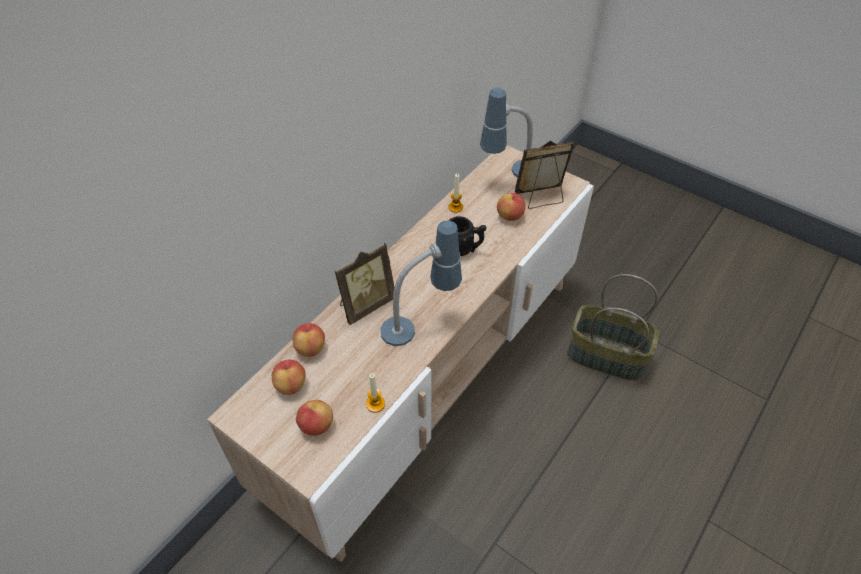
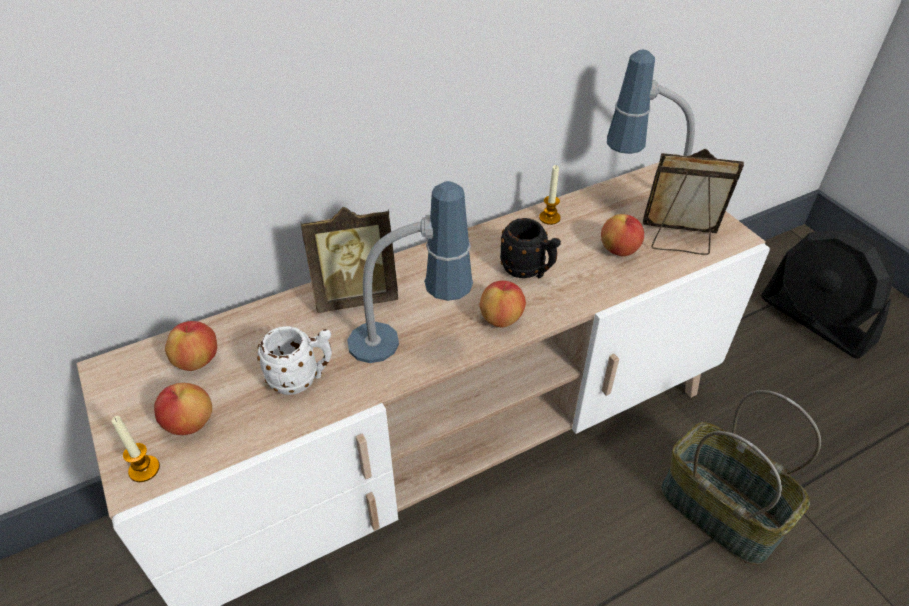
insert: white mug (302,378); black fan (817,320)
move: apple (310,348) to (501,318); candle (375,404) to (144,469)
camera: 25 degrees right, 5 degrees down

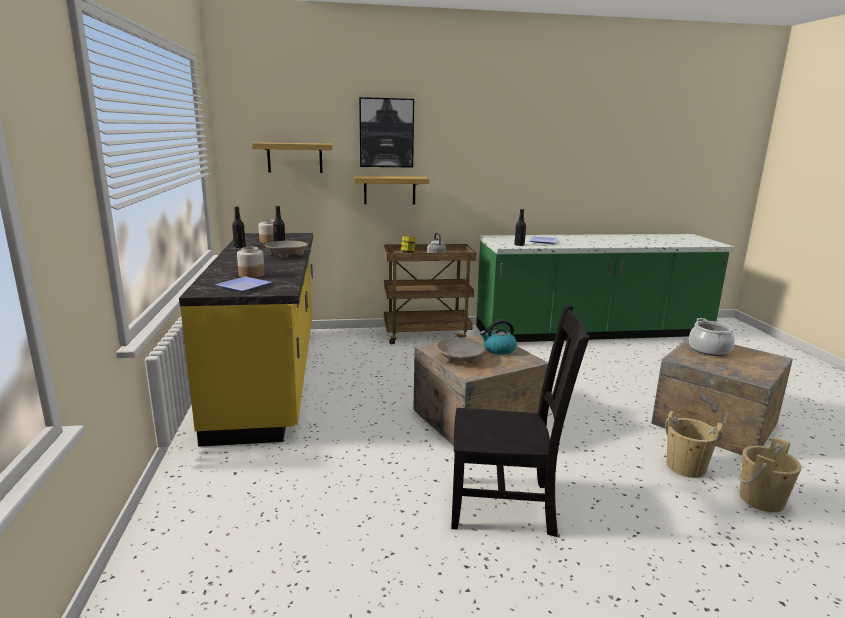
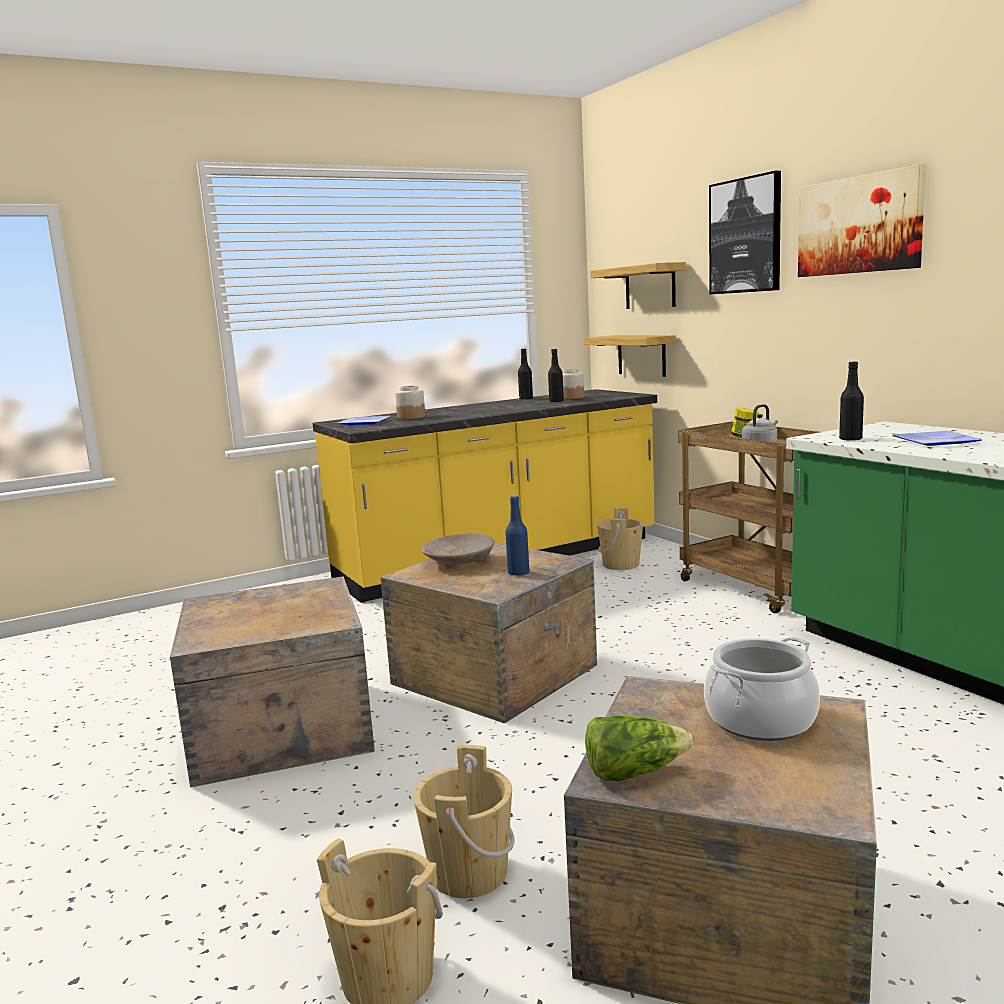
delete: beige bowl (286,255)
insert: lettuce (634,772); beige bucket (621,564); picture (859,225)
move: shelf (389,190) to (641,355)
replace: black chair (506,506) to crate (279,730); kettle (498,349) to blue bottle (518,573)
camera: 70 degrees right, 5 degrees down

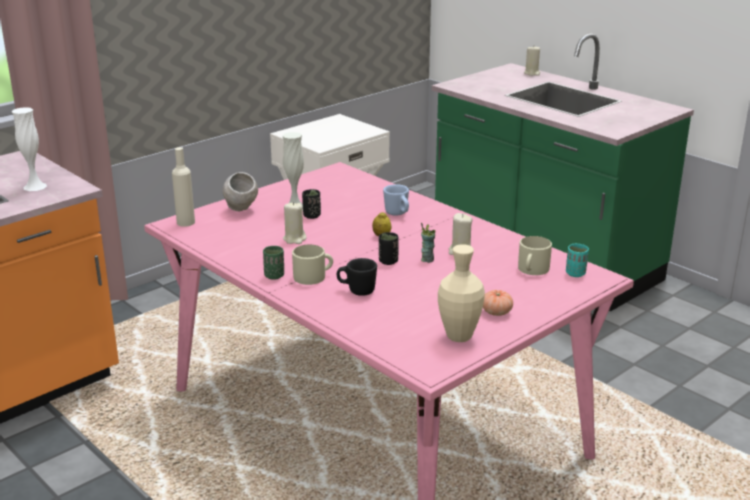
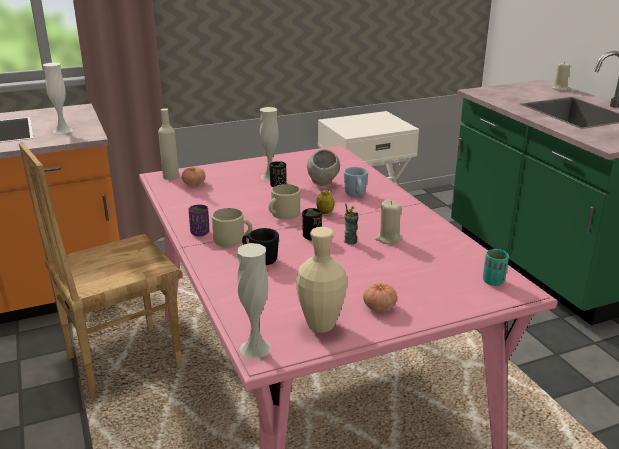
delete: beige candle (295,239)
insert: brown chair (122,361); tomato (194,184); white vase (255,348)
move: grey bowl (241,210) to (323,185); beige mug (532,270) to (283,214)
recolor: green cup (274,276) to purple cup (200,233)
camera: 20 degrees right, 0 degrees up

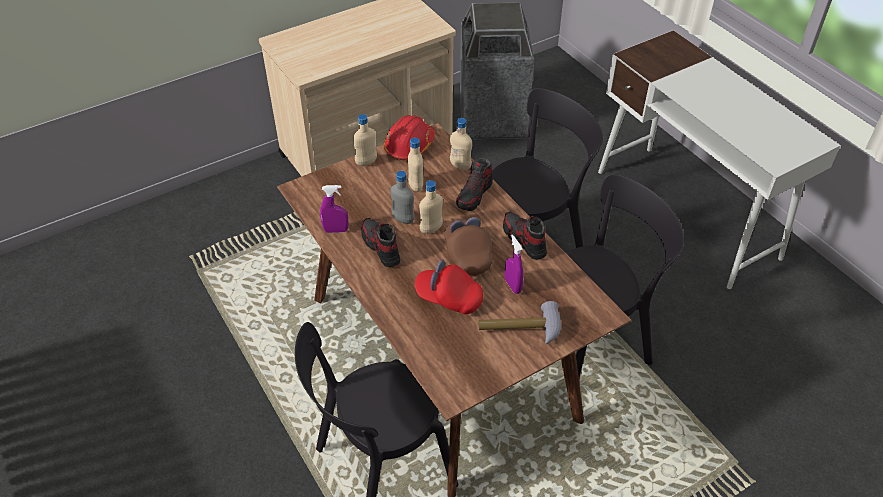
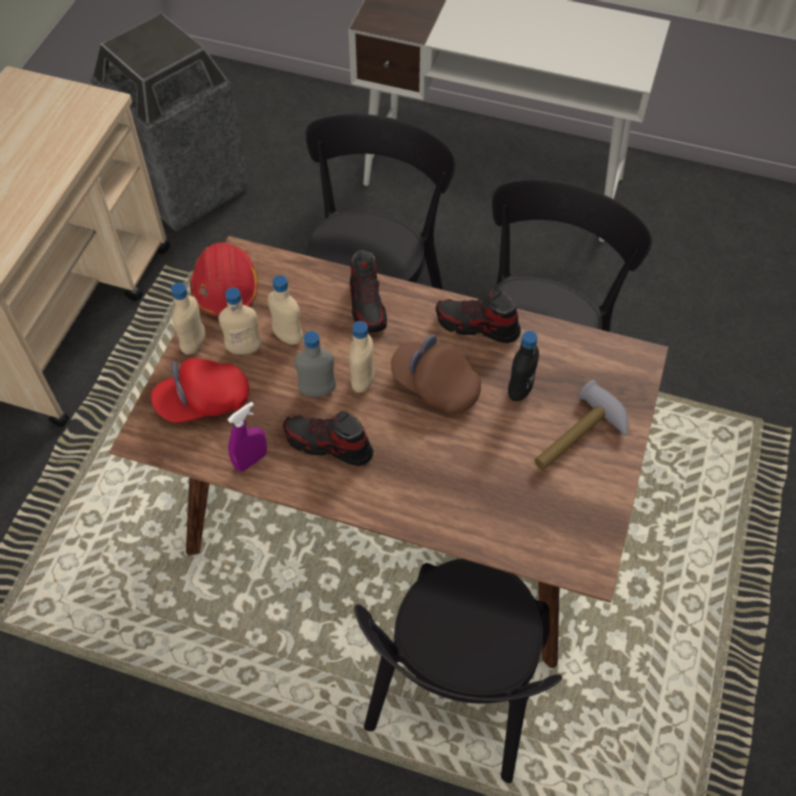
move: red cap (449,298) to (203,402); beige bottle (460,166) to (244,348)
replace: purple spray bottle (512,286) to black bottle (519,390)
camera: 40 degrees left, 10 degrees up

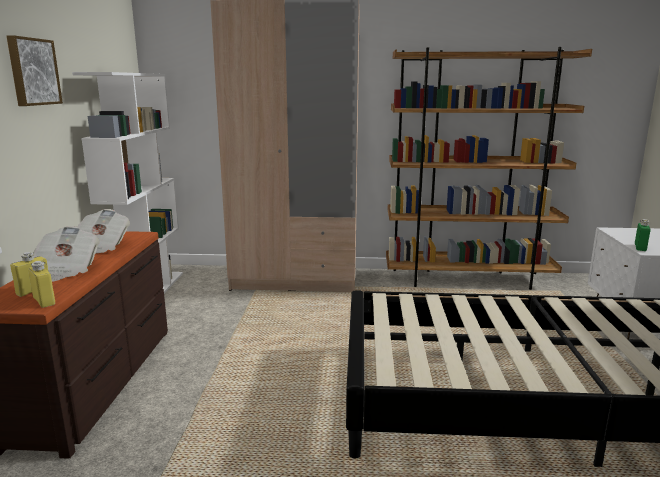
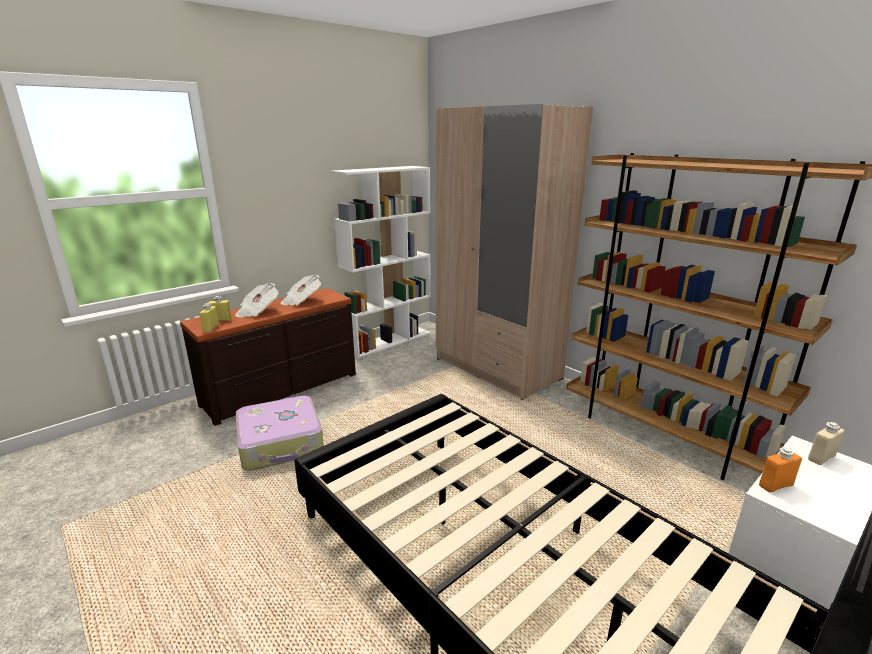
delete: picture (32,72)
insert: suitcase (281,443); beige bottle (821,458)
recolor: green bottle (640,247) to orange bottle (775,485)
camera: 45 degrees right, 5 degrees up

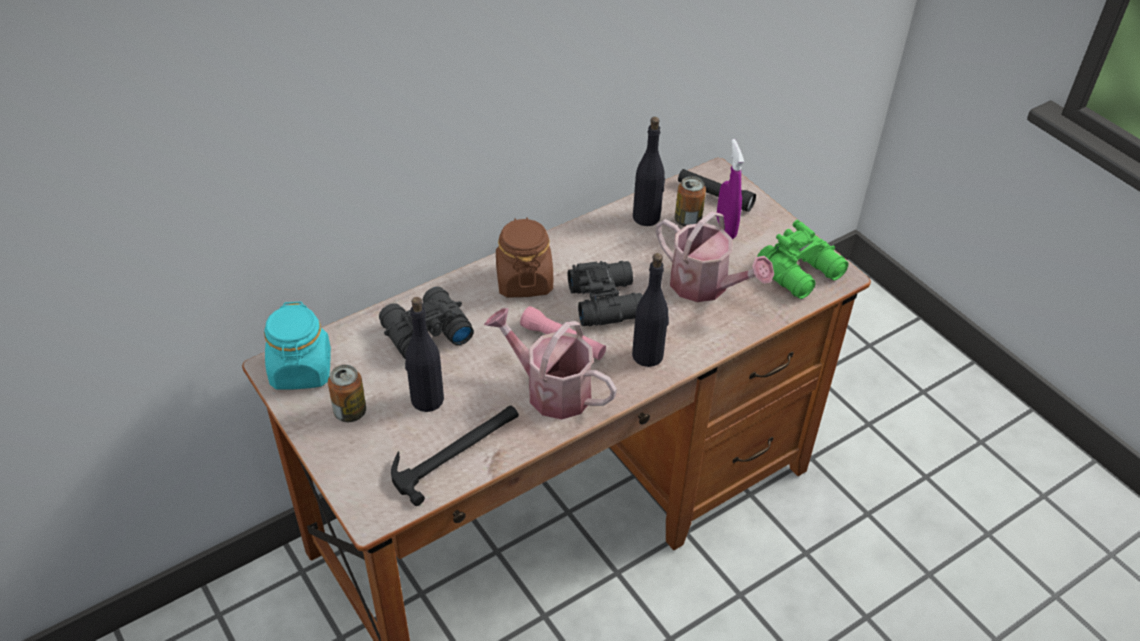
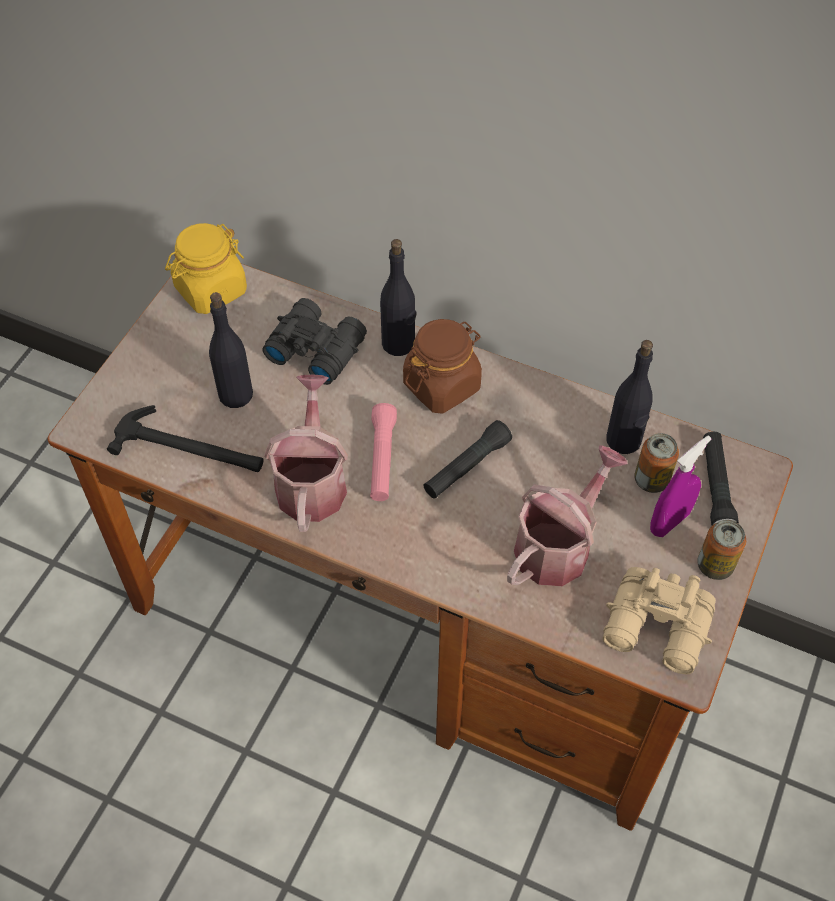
move: can (350,412) to (715,565); black bottle (648,355) to (399,344)
replace: black binoculars (606,301) to black flashlight (466,467)
recolor: turquoise jar (301,370) to yellow jar (210,290); green binoculars (802,272) to beige binoculars (658,630)
rotate: watering can (706,286) = (558,545) 150 degrees counterclockwise
camera: 60 degrees right, 10 degrees up

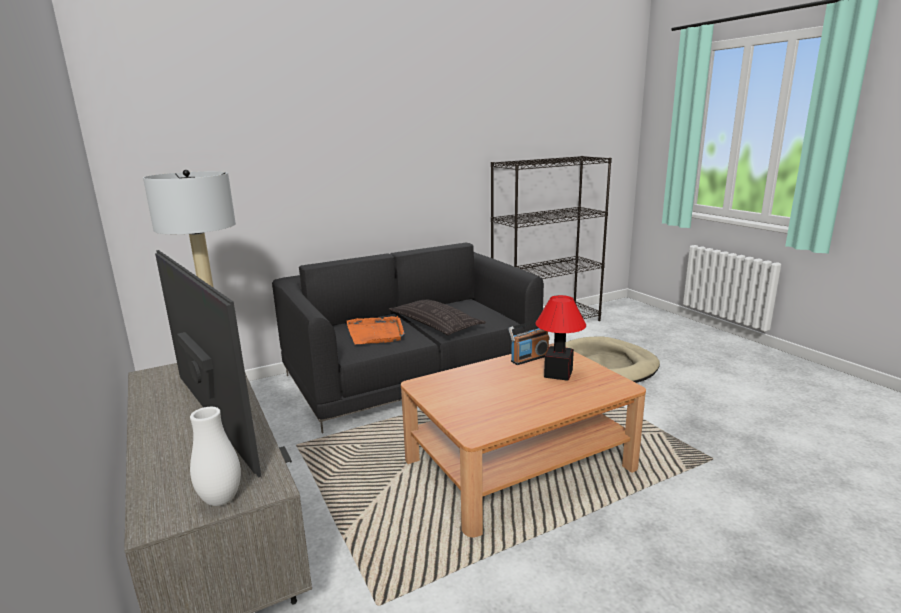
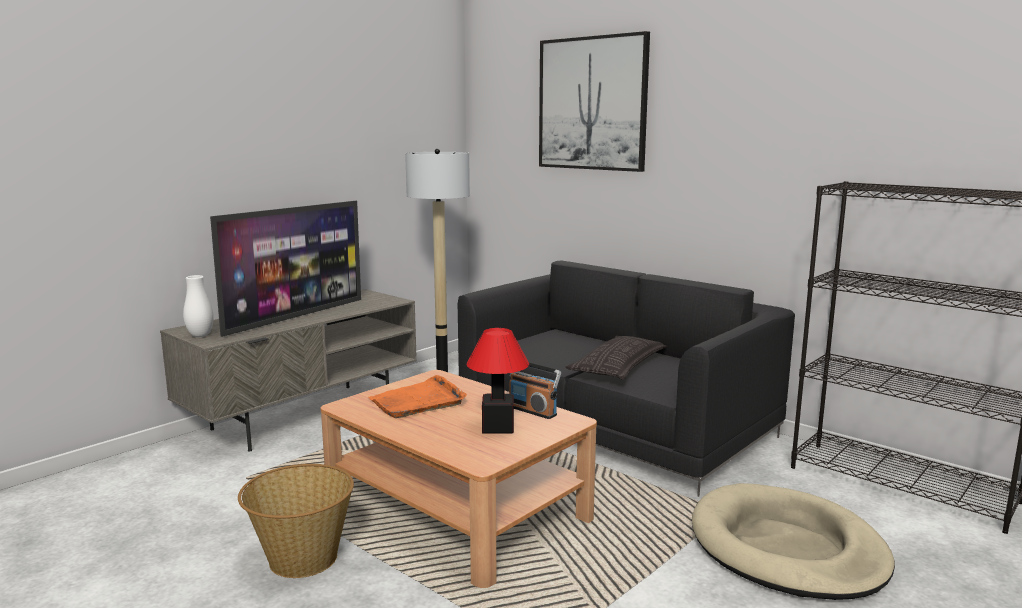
insert: basket (302,559); picture (592,104)
move: orange tray (376,333) to (418,401)
camera: 70 degrees right, 5 degrees down

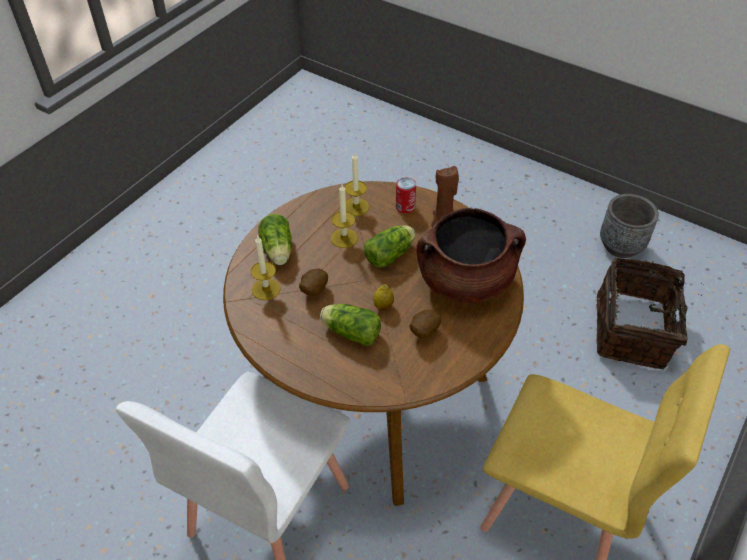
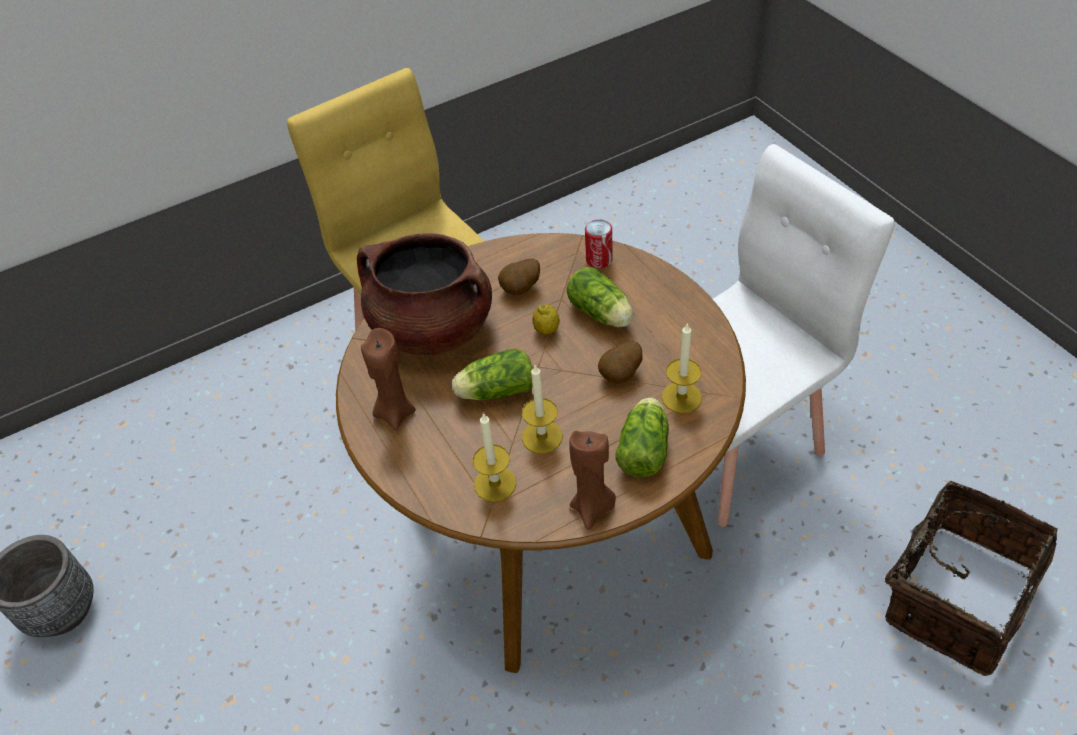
insert: brown candle (593,507)
move: can (405,207) to (599,260); basket (634,330) to (954,596)
camera: 150 degrees left, 0 degrees up

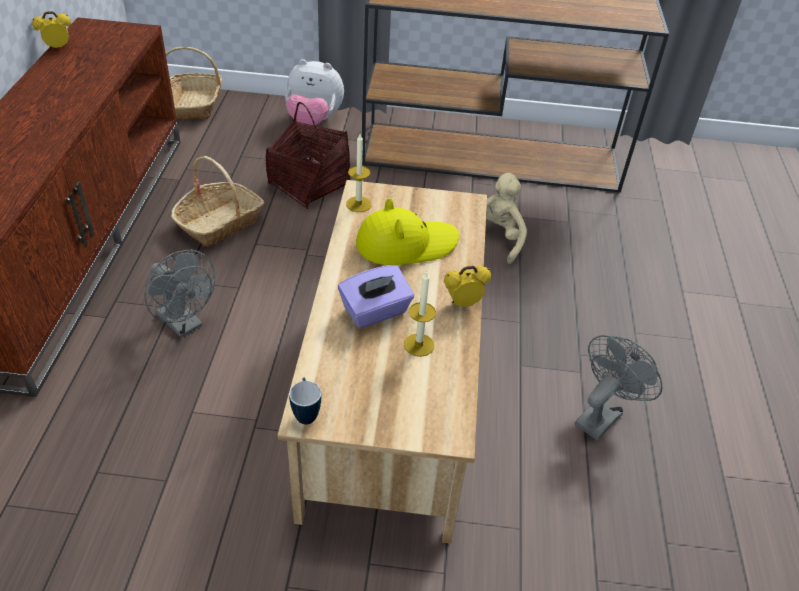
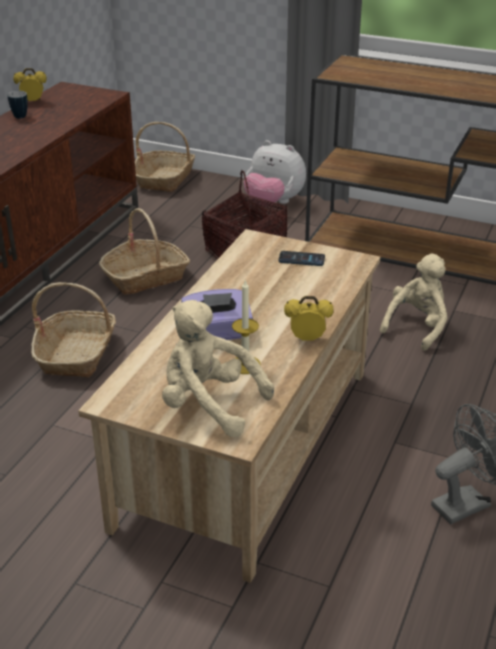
delete: candle (358,204); yellow hat (405,244)
insert: beige plush toy (209,404); phone (301,259)
move: mug (306,412) to (21,115)
replace: grey fan (184,324) to basket (77,354)
camera: 20 degrees right, 10 degrees down

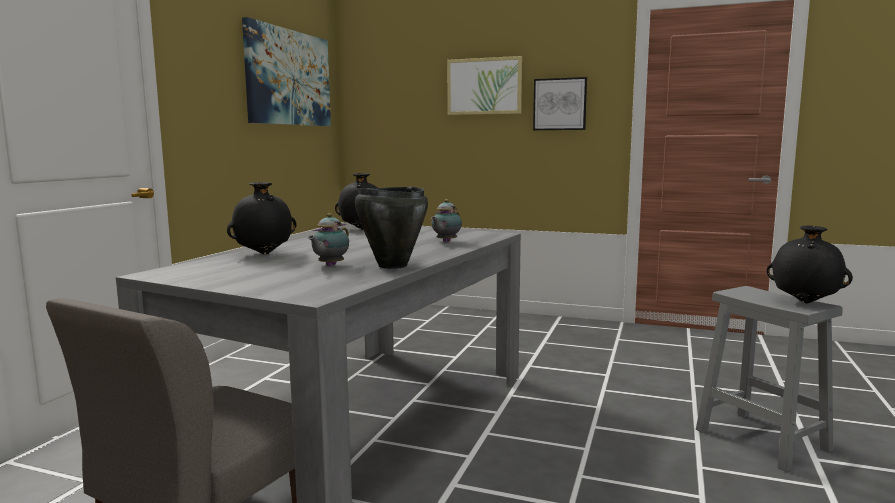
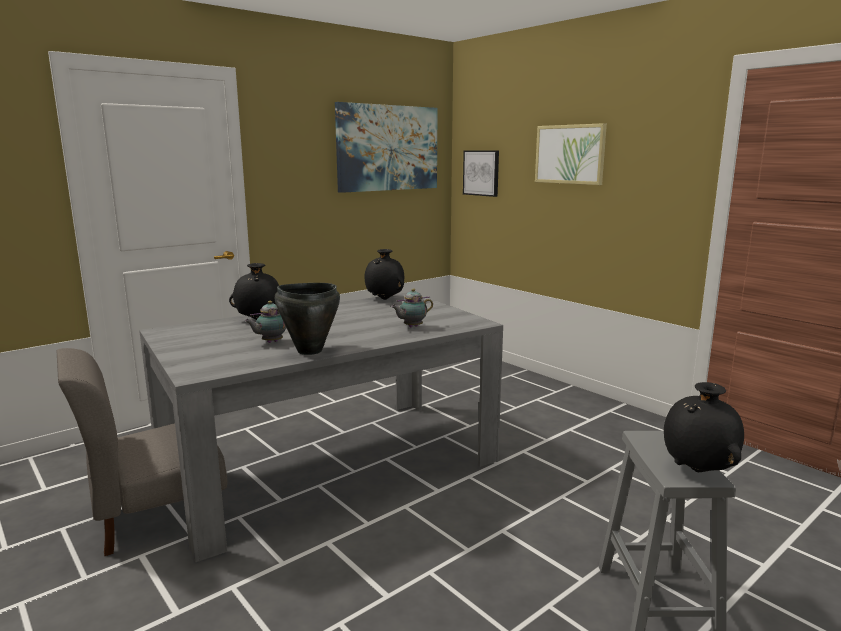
move: picture (560,104) to (481,173)
camera: 30 degrees right, 5 degrees up

